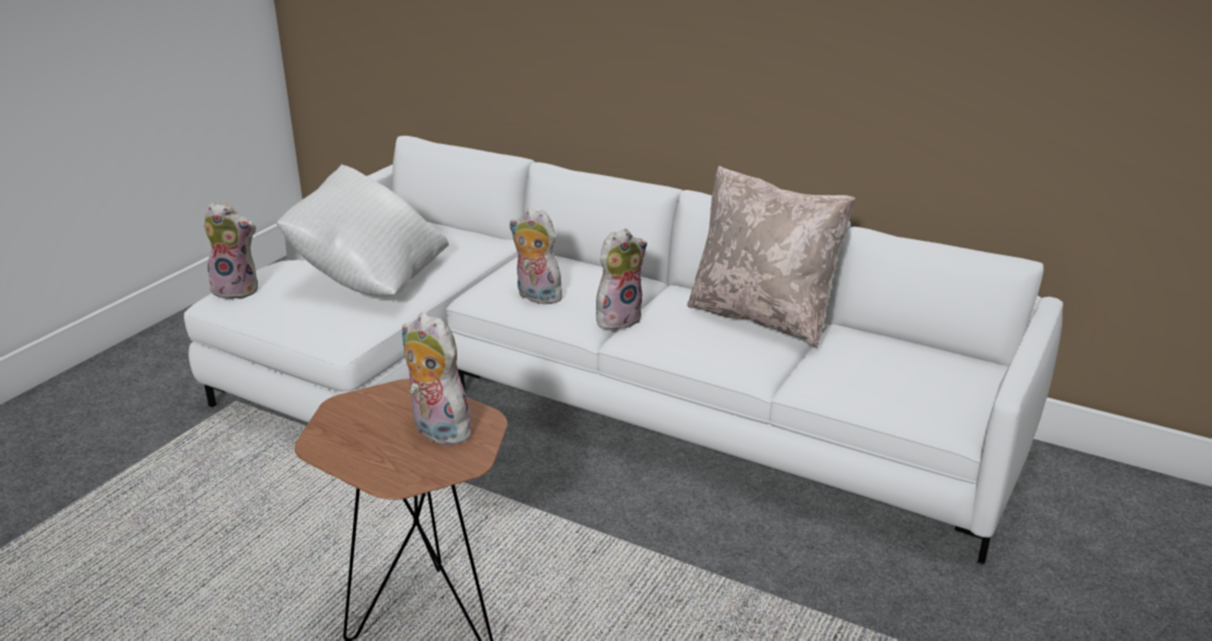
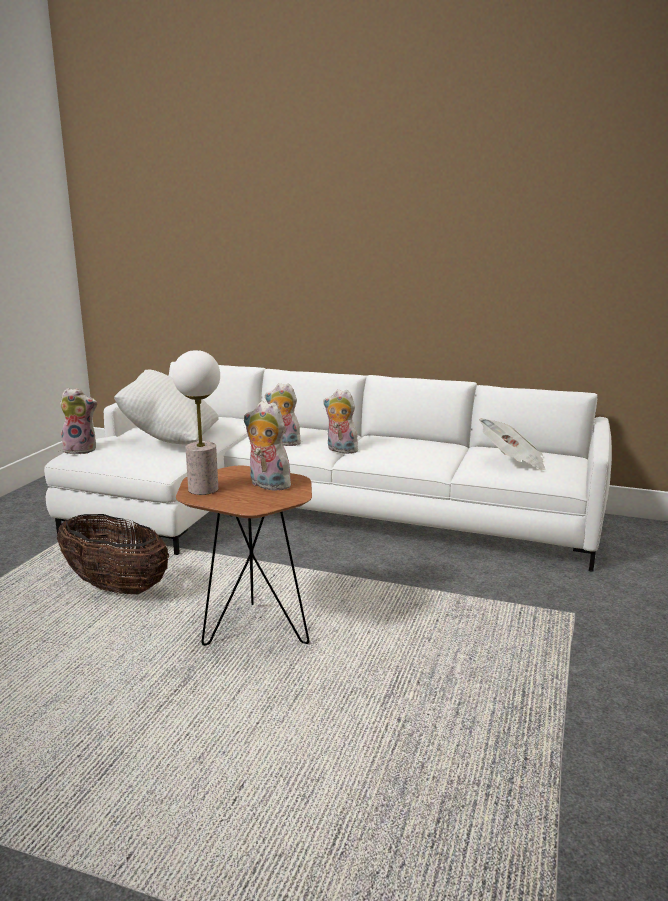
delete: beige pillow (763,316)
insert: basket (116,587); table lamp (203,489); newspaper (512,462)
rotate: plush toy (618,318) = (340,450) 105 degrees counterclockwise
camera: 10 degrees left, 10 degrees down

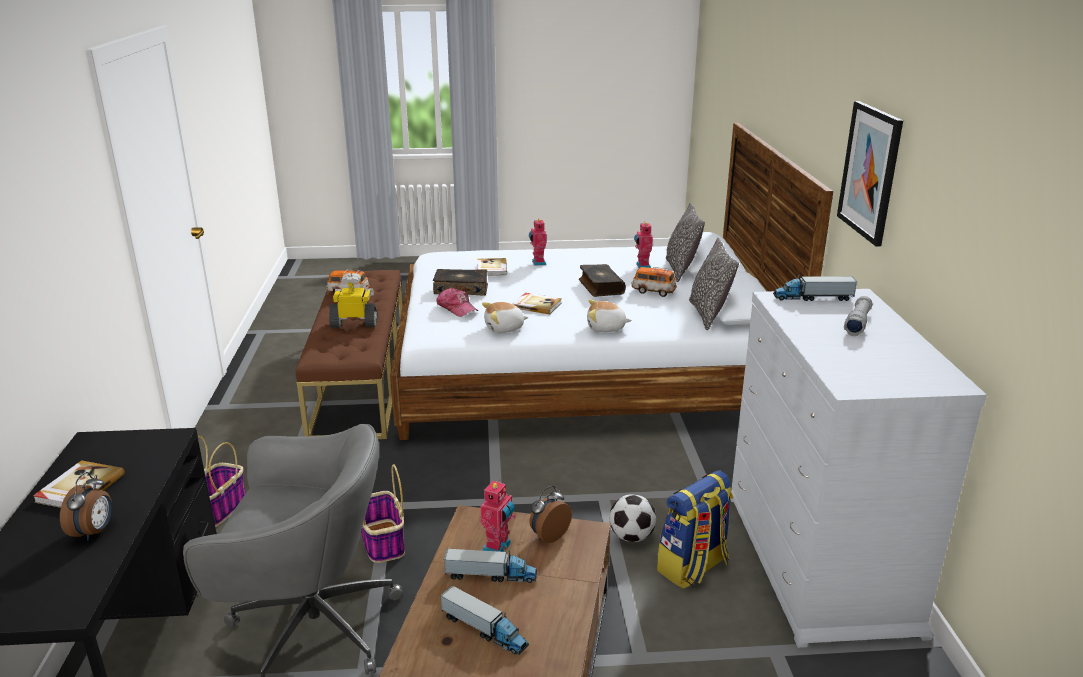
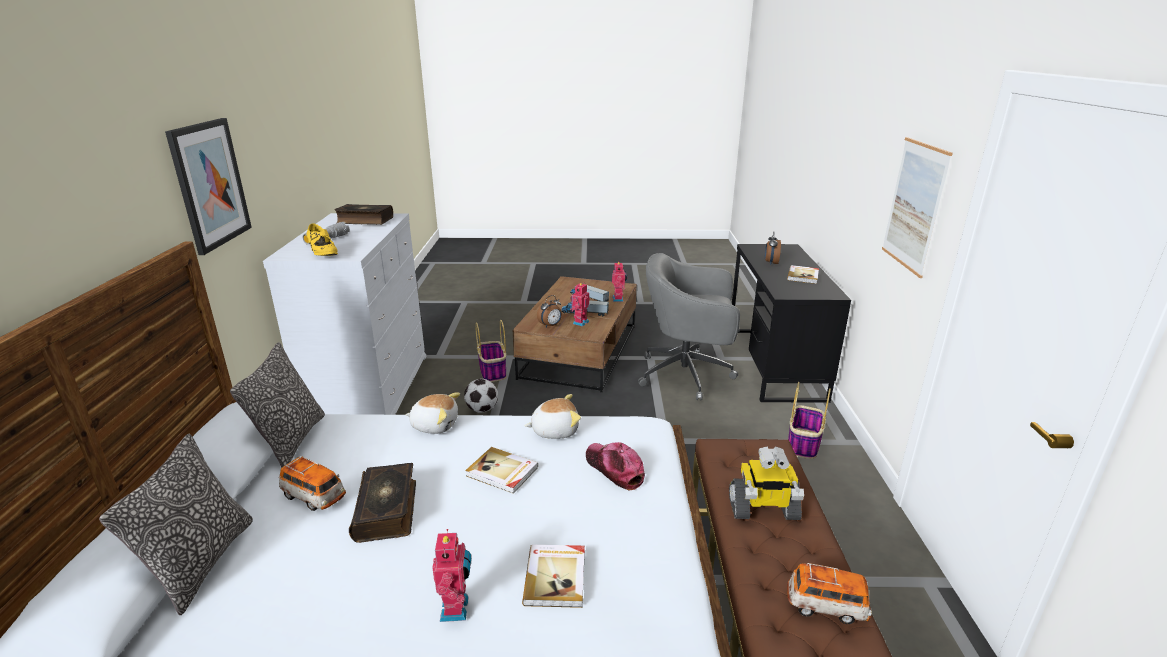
delete: backpack (693,567)
insert: picture (914,206)
move: basket (382,541) to (493,372); book (461,289) to (365,221); toy robot (642,266) to (619,299)
replace: toy truck (813,298) to yellow shoe (323,254)
camera: 175 degrees left, 0 degrees up

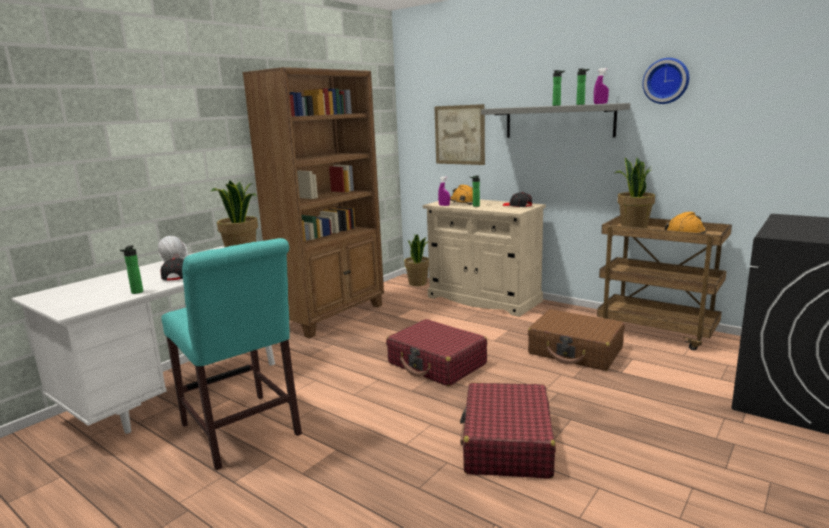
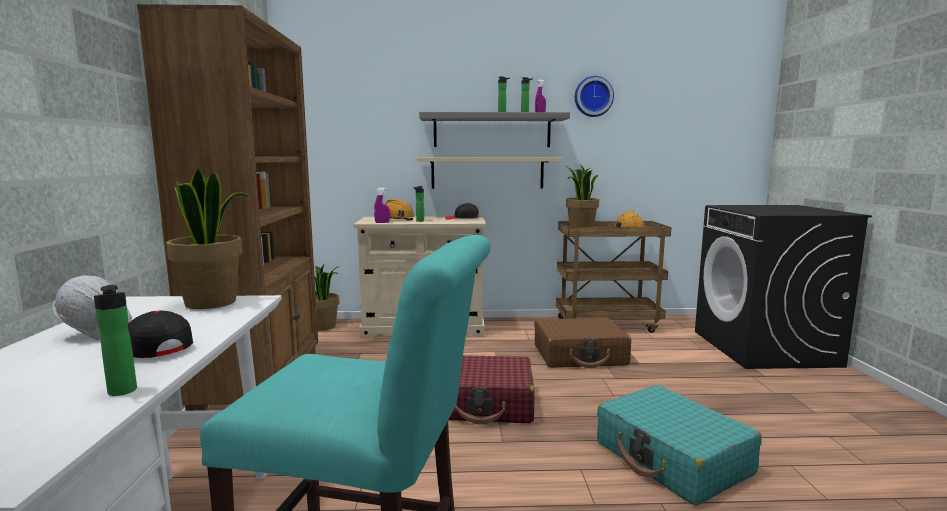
delete: picture (459,135)
insert: beige shelf (487,173)
recolor: red suitcase (507,444) to turquoise suitcase (672,458)
camera: 40 degrees left, 5 degrees down

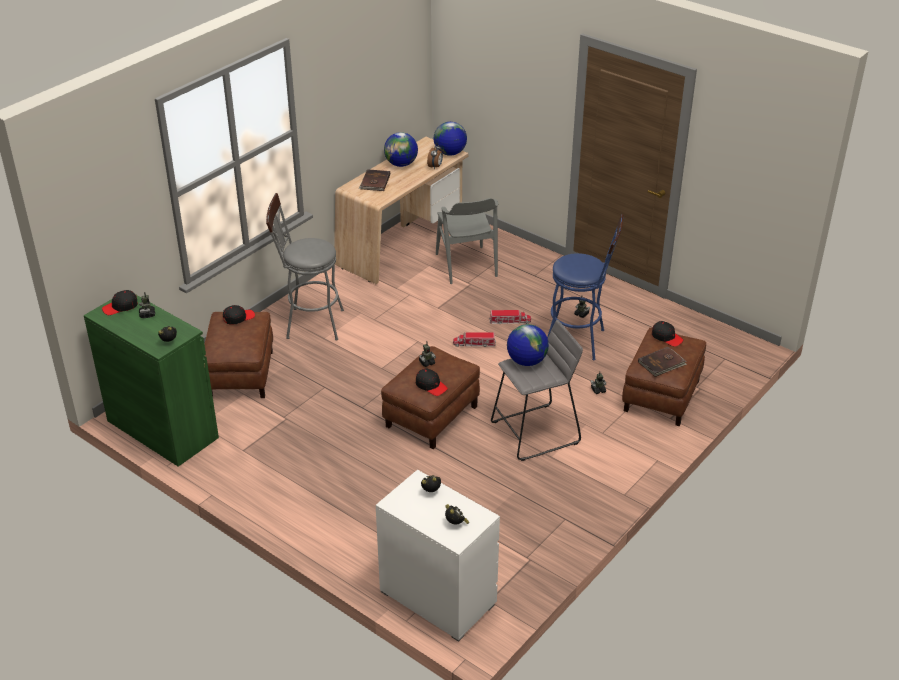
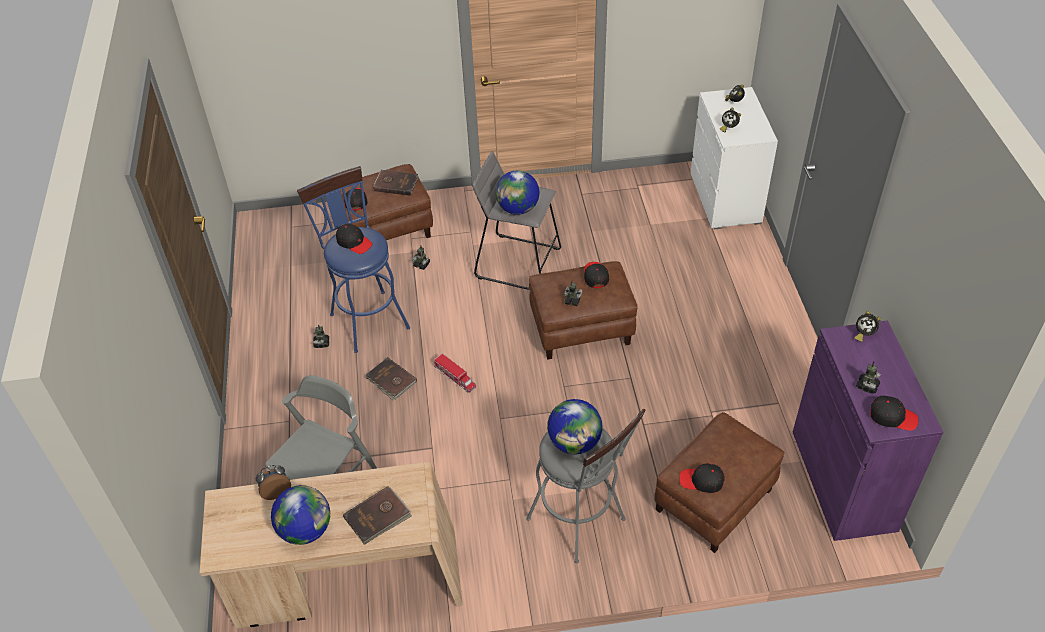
insert: black cap (354,242)
move: globe (450,153) to (574,442)
replace: toy truck (510,321) to brown book (391,380)
recolor: green cabinet (162,429) to purple cabinet (843,480)
camera: 135 degrees left, 10 degrees up

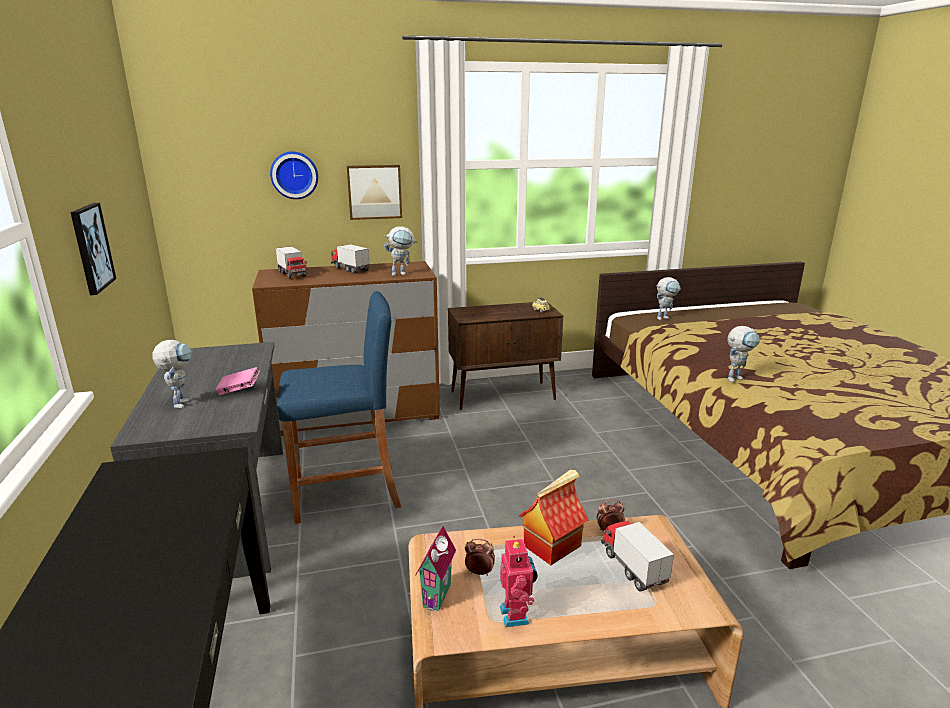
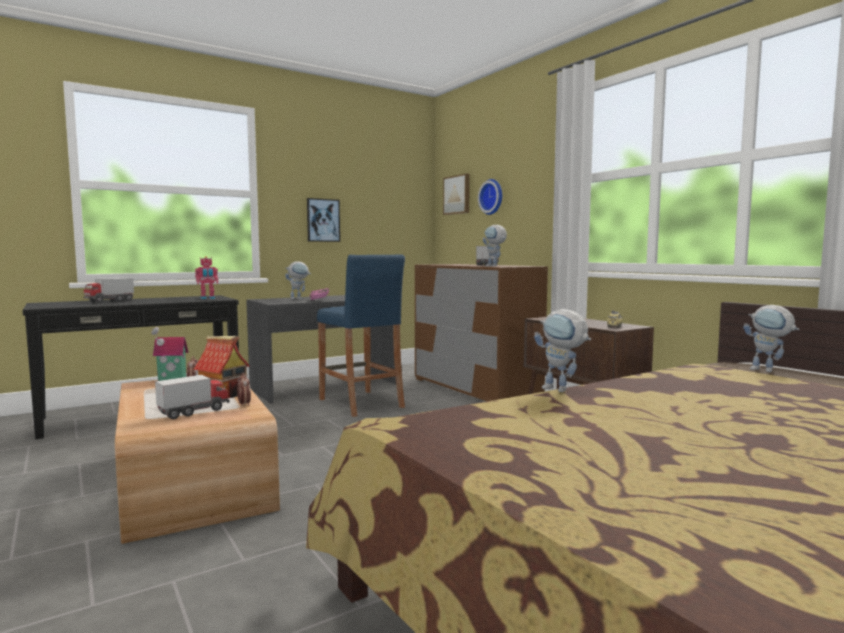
move: toy truck (292,274) to (109,301); picture (374,192) to (457,195); toy robot (516,615) to (207,298)
camera: 70 degrees right, 15 degrees down

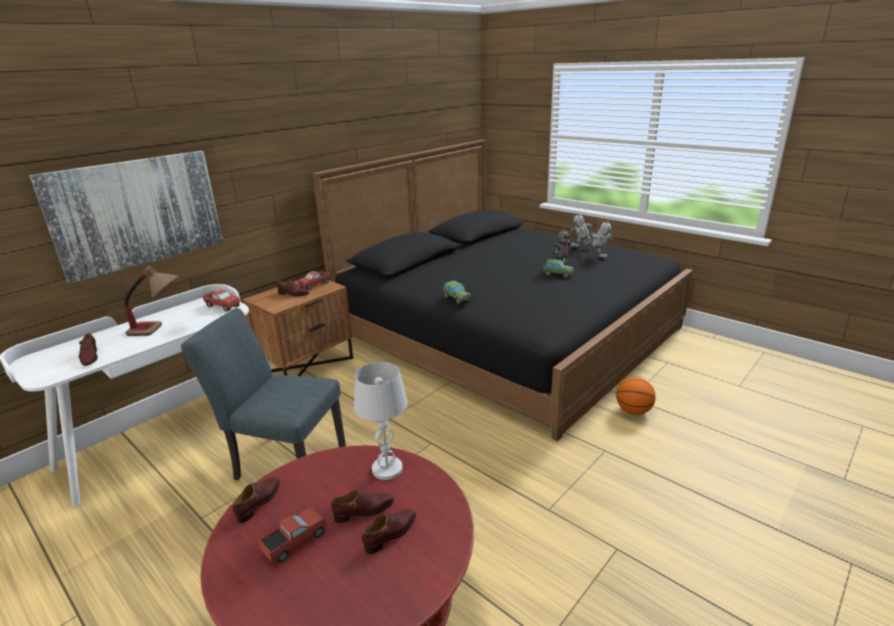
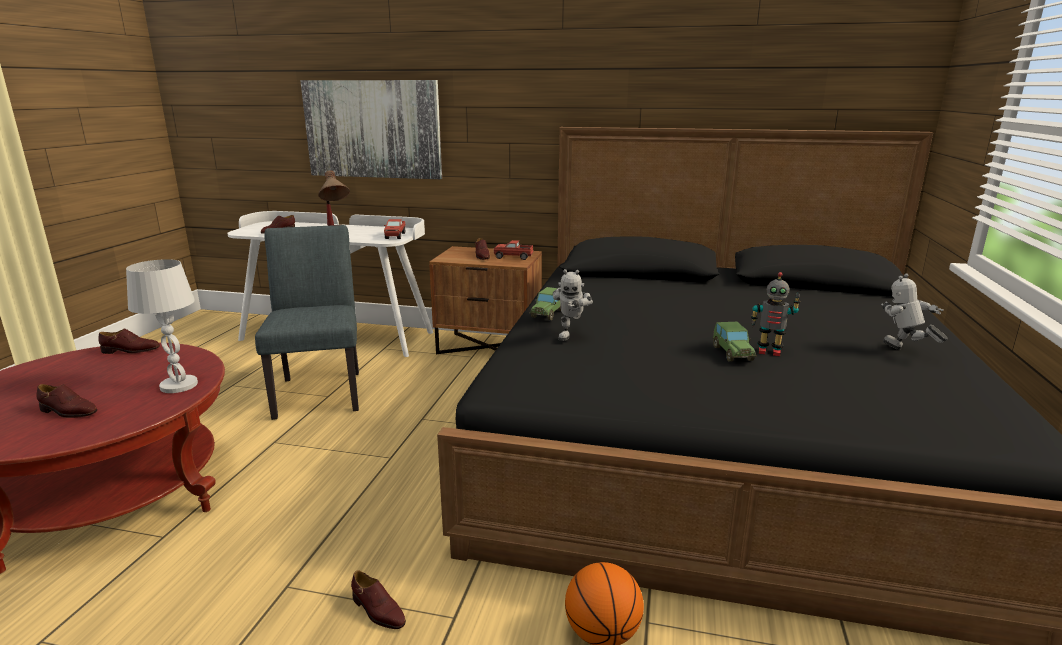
delete: toy truck (295,542)
move: brown shoe (364,511) to (378,611); toy robot (597,256) to (571,335)
camera: 60 degrees right, 5 degrees down

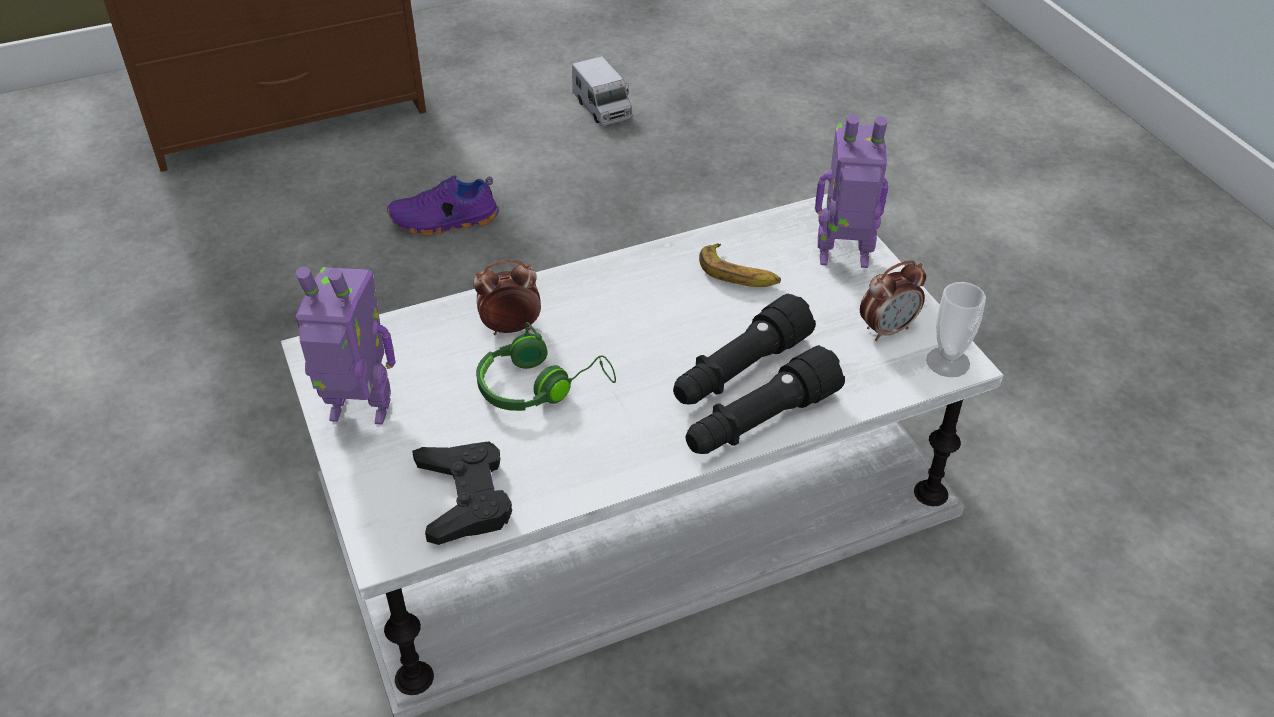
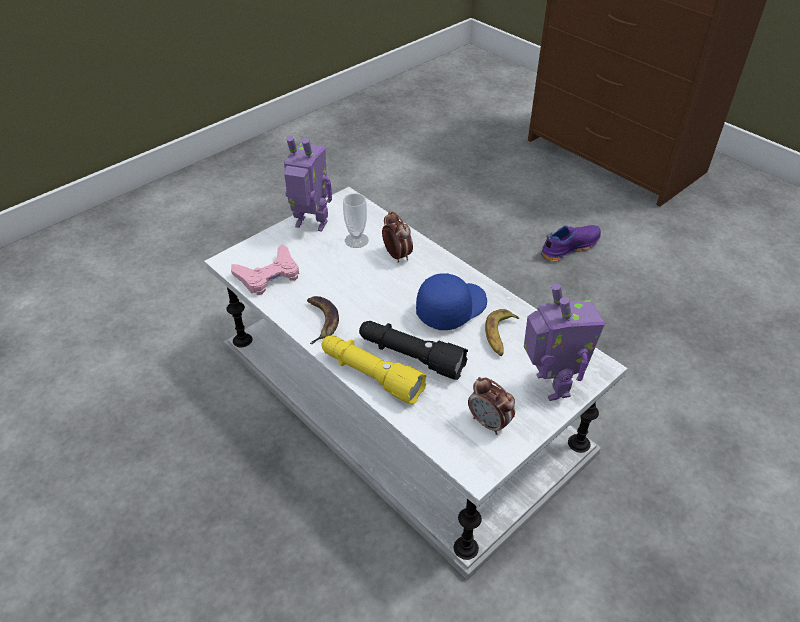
delete: green headphones (540,385); toy truck (602,108)
insert: banana (321,320); blue cap (451,308)
move: cup (948,362) to (356,240)
recolor: black game controller (464,497) to pink game controller (268,275); black flashlight (760,421) to yellow flashlight (370,375)
rotate: toy robot (359,413) = (310,225) 60 degrees counterclockwise; purple shoe (444,222) = (568,247) 90 degrees clockwise
camera: 70 degrees right, 0 degrees up

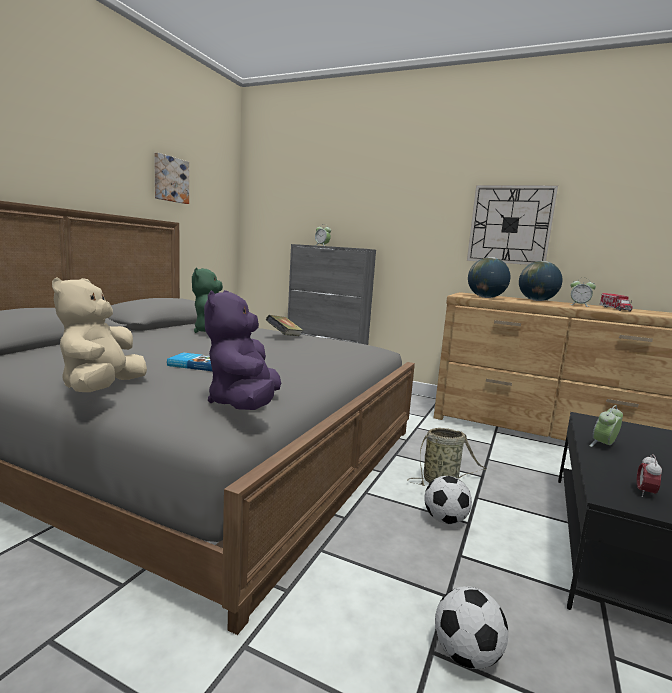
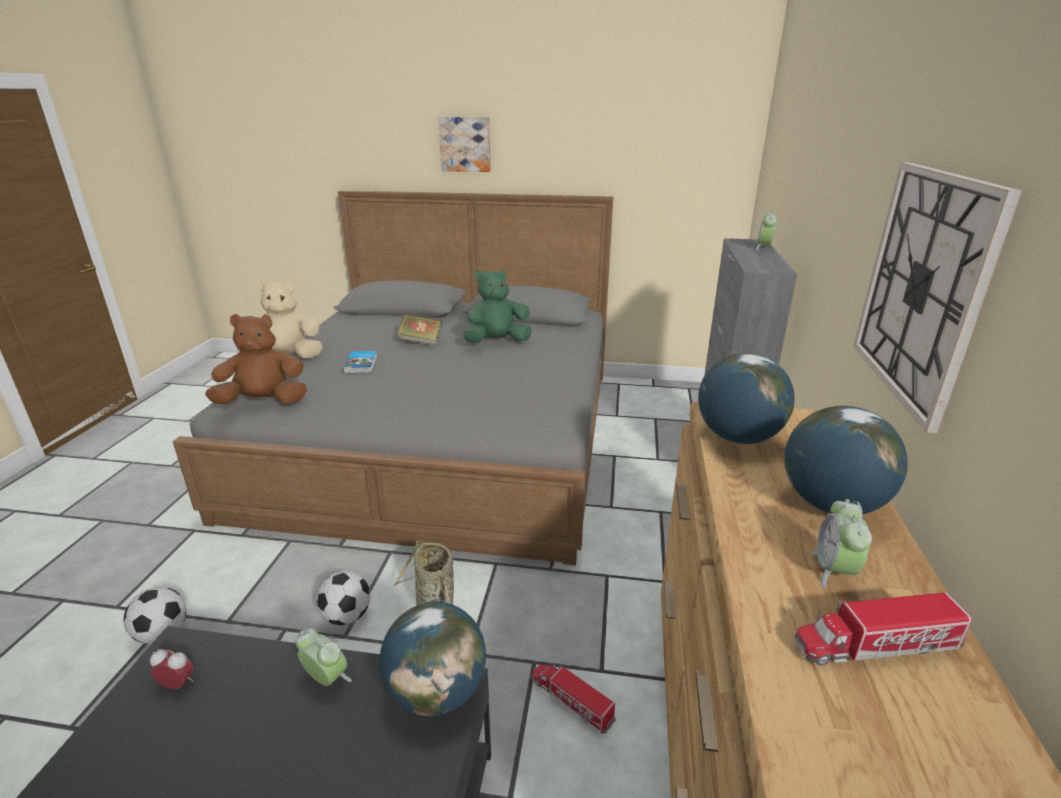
insert: globe (436,692); toy truck (571,701)
move: picture (170,179) to (465,144); book (284,337) to (421,341)
recolor: purple plush toy (244,404) to brown plush toy (264,402)
camera: 75 degrees right, 15 degrees up

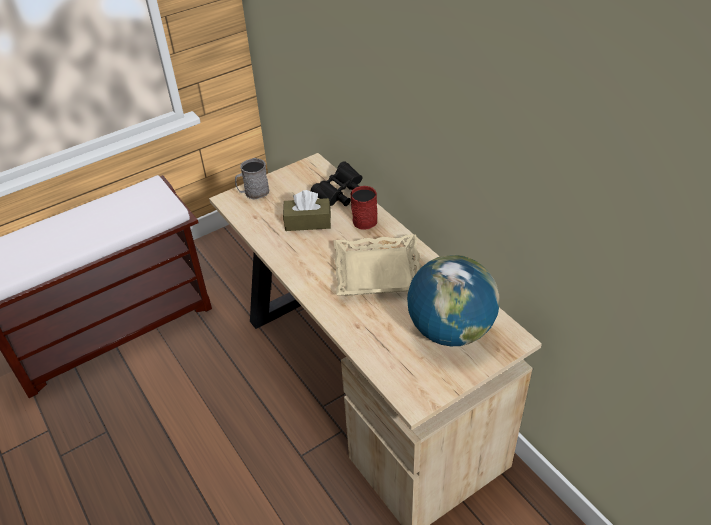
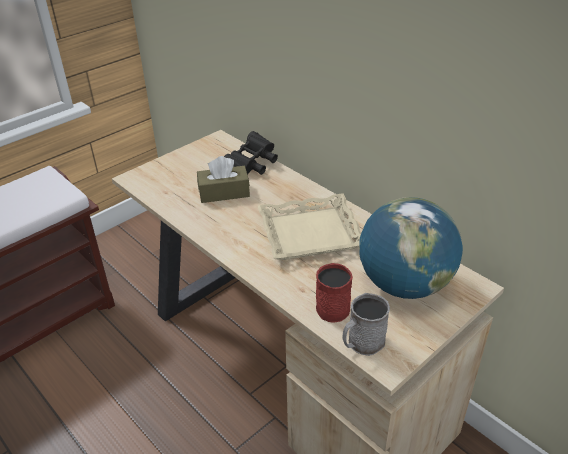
move: grey mug (253,193) to (362,343); red mug (364,218) to (331,305)
camera: 10 degrees left, 5 degrees down

